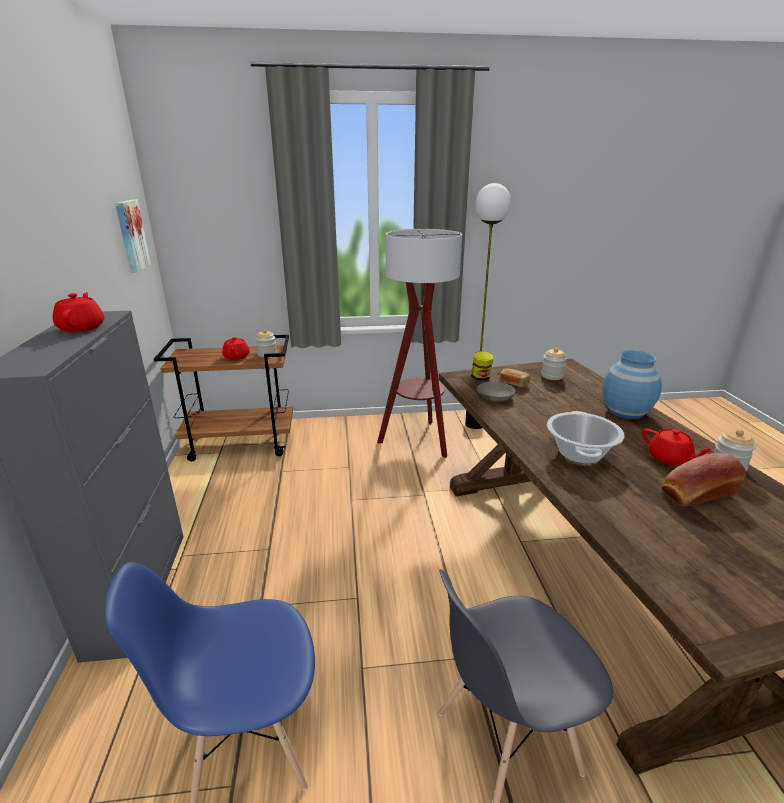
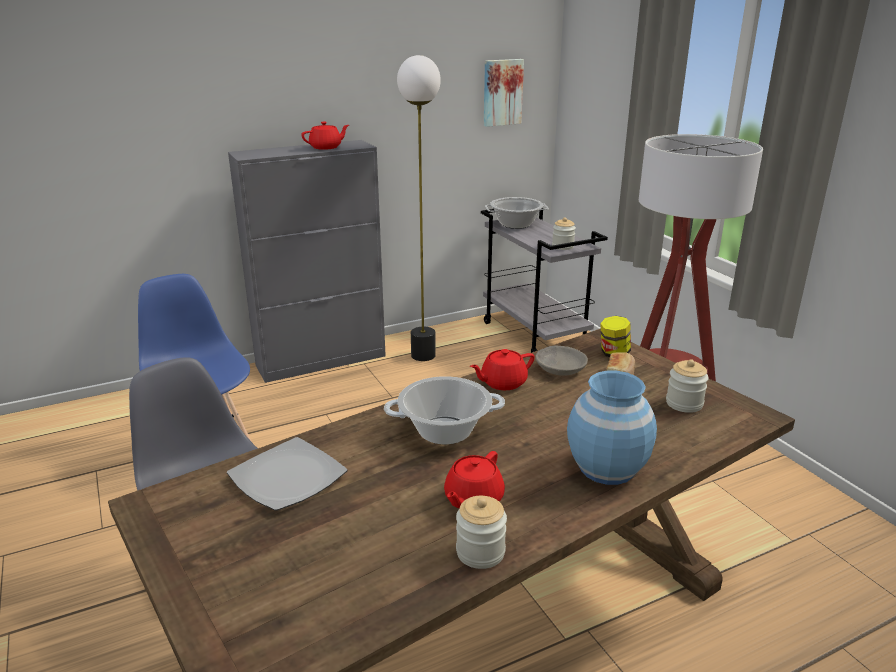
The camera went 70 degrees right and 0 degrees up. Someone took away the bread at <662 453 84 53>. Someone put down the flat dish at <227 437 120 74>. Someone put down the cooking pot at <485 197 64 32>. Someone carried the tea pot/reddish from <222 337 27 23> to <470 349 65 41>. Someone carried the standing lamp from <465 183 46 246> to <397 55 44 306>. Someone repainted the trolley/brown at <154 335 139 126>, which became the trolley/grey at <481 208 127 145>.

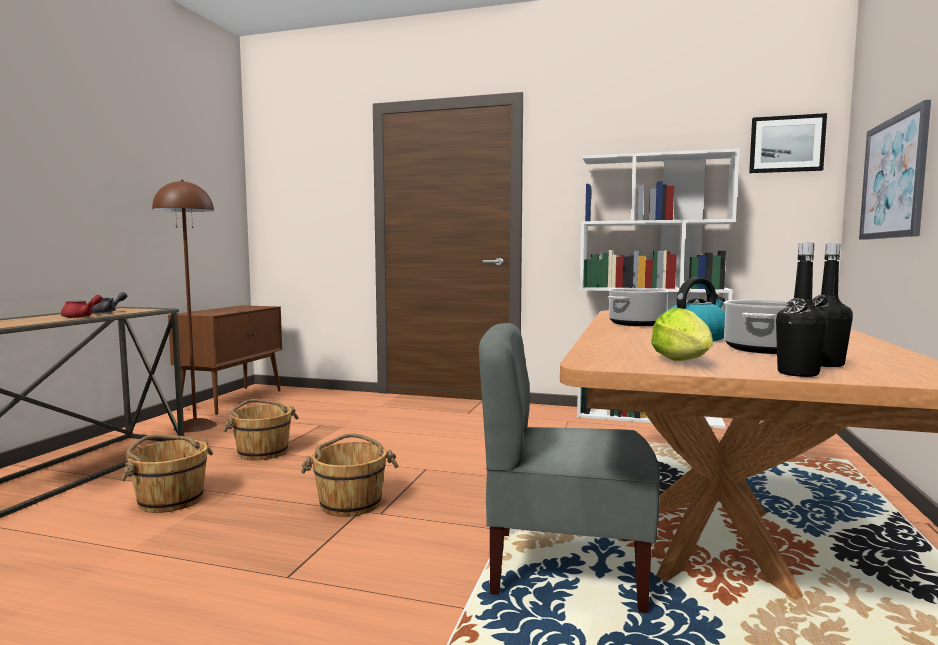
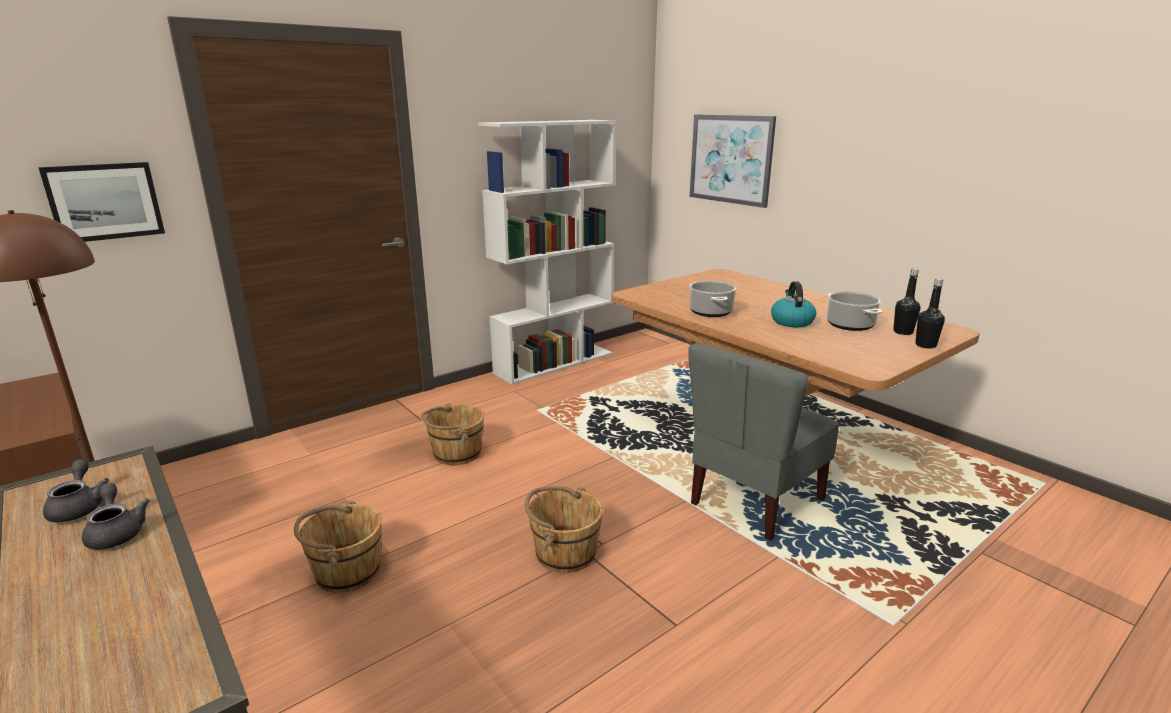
The camera went 55 degrees left and 15 degrees up. Someone took away the lettuce at <651 307 62 54>. Someone carried the pail/brown from <120 435 93 78> to <421 404 63 61>. Someone carried the wall picture from <749 113 78 60> to <38 162 127 80>. Someone repainted the tea pot/reddish at <61 295 42 23>, which became the tea pot/grey at <82 483 68 67>.

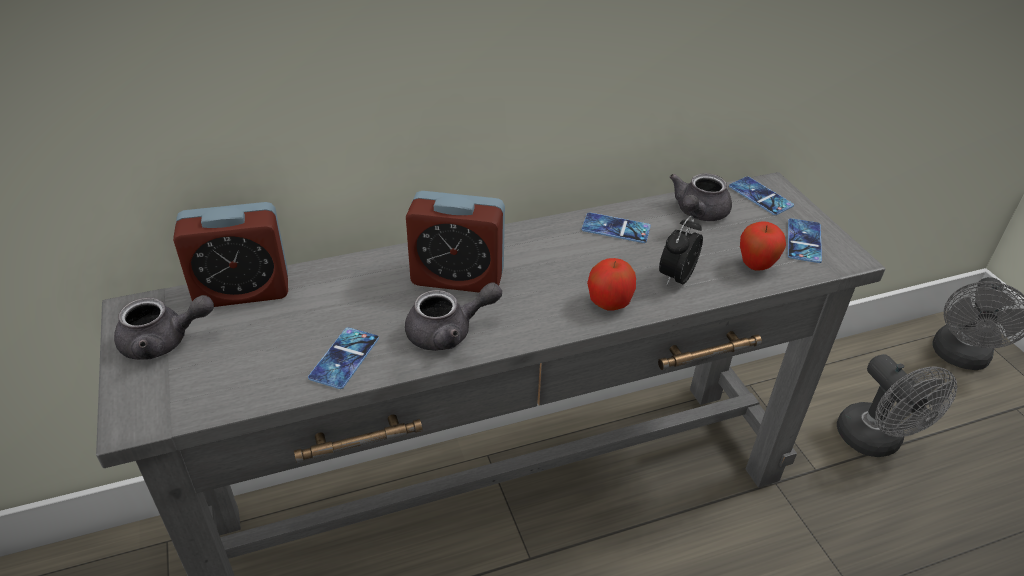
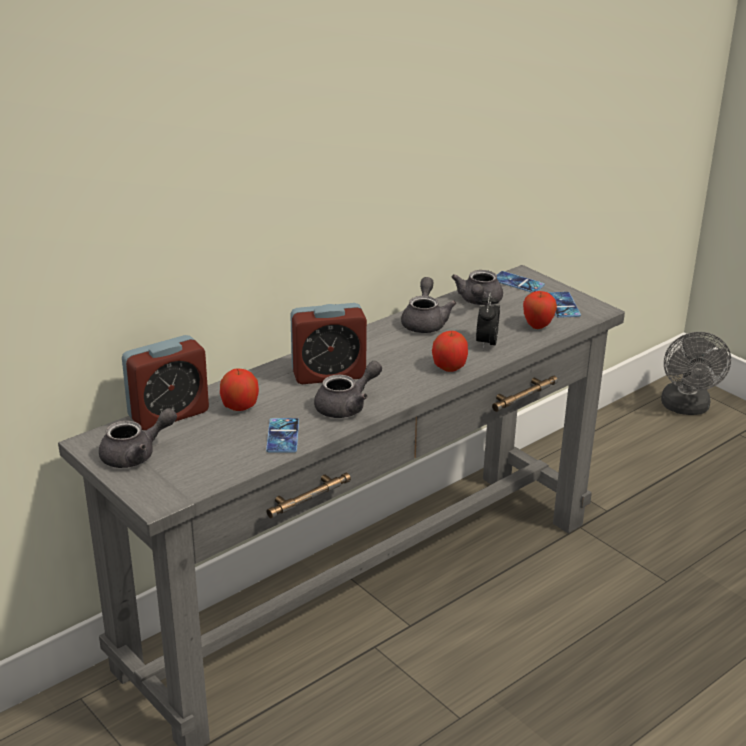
The camera went 20 degrees left and 10 degrees down. Someone took away the electric fan/grey at <837 354 120 103>. Someone put down the whole apple at <220 369 39 42>. Someone swapped the phone at <582 212 69 31> for the tea pot/grey at <401 277 55 56>.

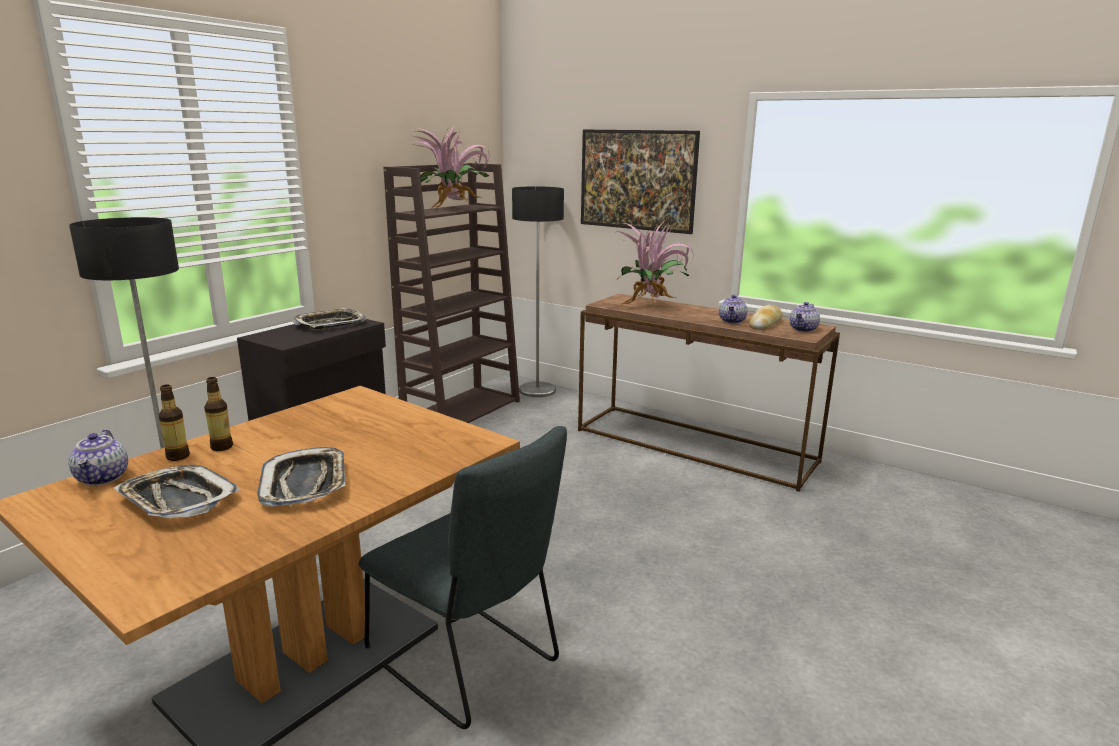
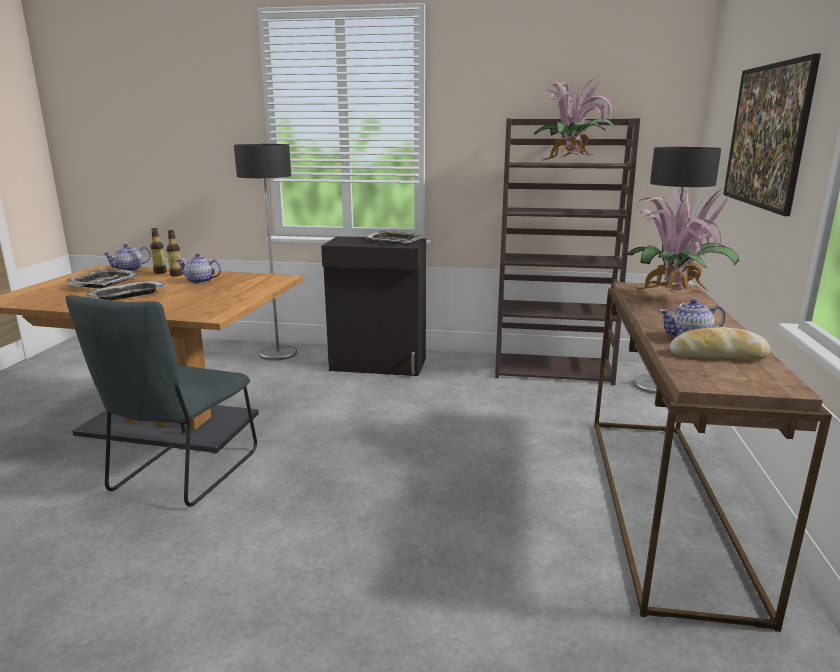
The camera went 65 degrees right and 0 degrees up. Someone carried the tea pot from <790 302 30 30> to <176 253 46 31>.

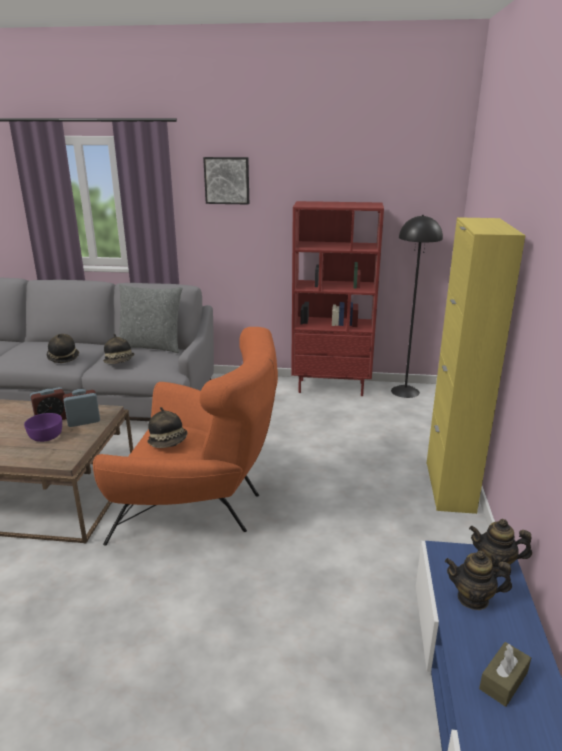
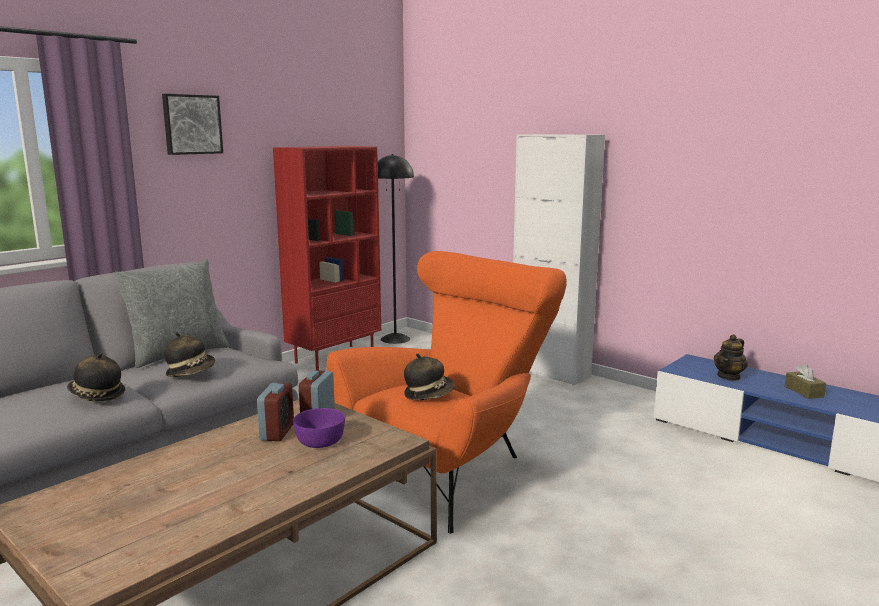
The camera went 55 degrees left and 10 degrees down. Someone took away the tea pot at <469 519 63 55>. Someone repainted the storage cabinet/yellow at <427 217 99 297>, which became the storage cabinet/white-coloured at <513 134 92 252>.

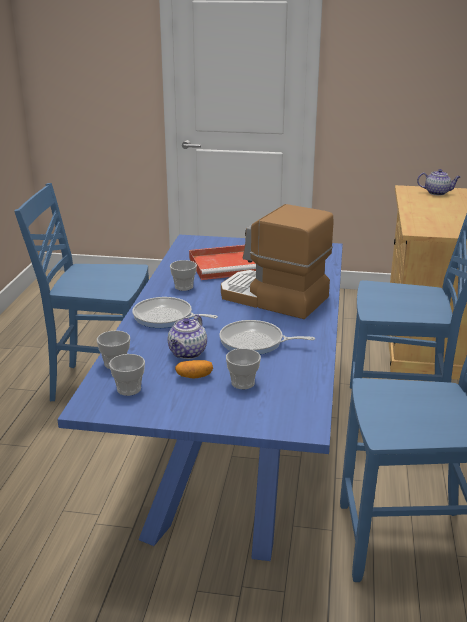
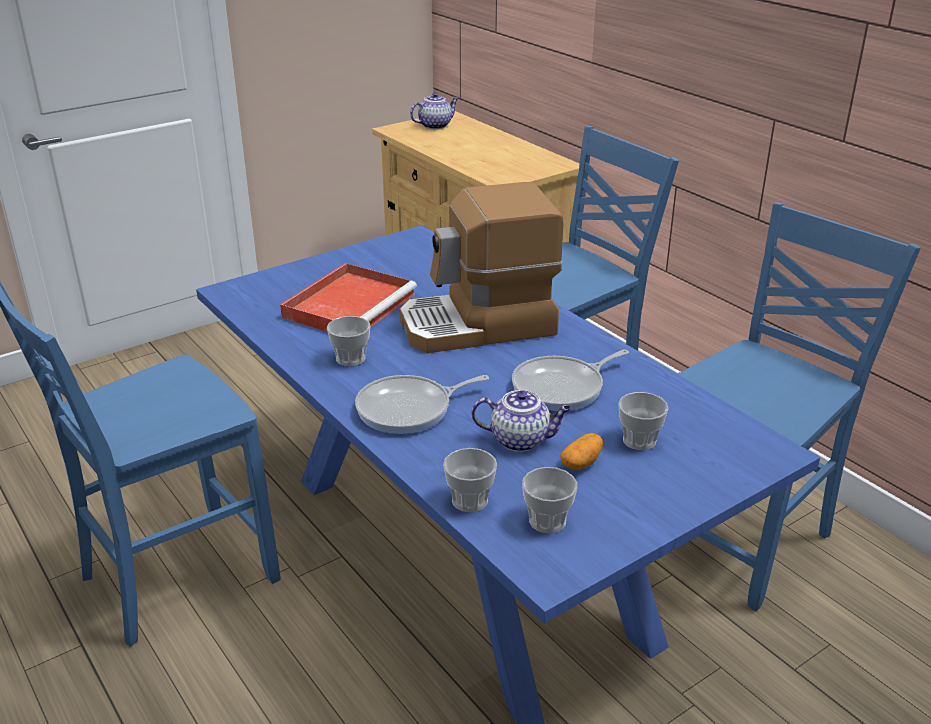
The camera went 45 degrees left and 5 degrees up. Someone rotated the tea pot at <167 314 40 45> by 60 degrees counterclockwise.

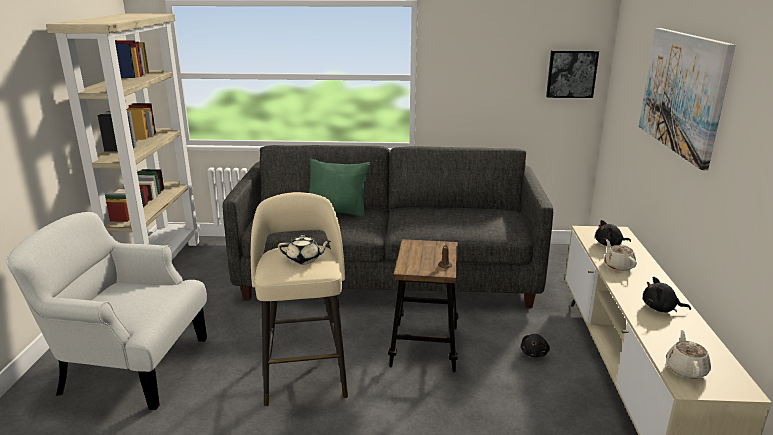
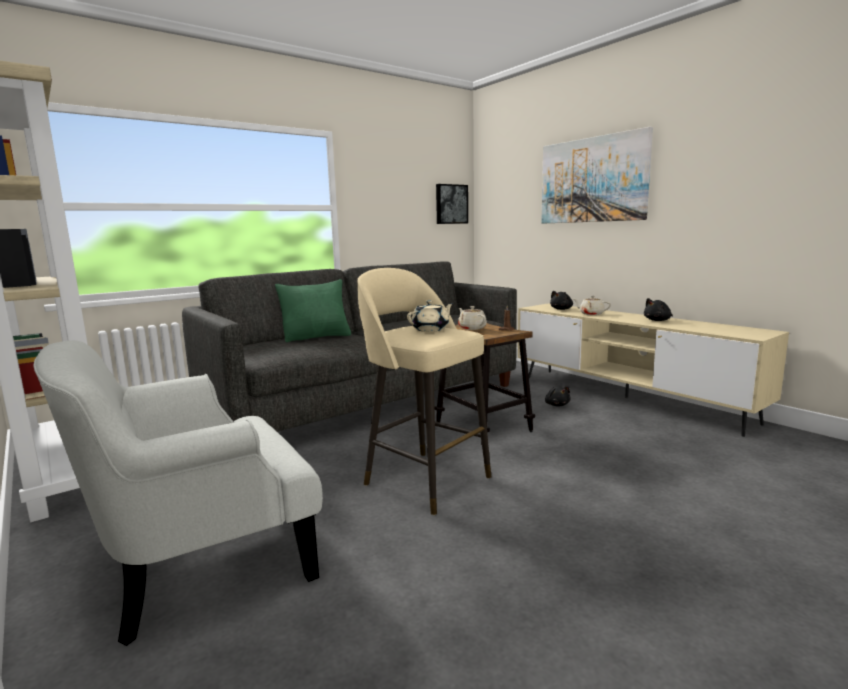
The camera went 40 degrees left and 10 degrees down. Someone carried the tea pot/beige-coloured from <666 330 45 49> to <458 306 29 24>.

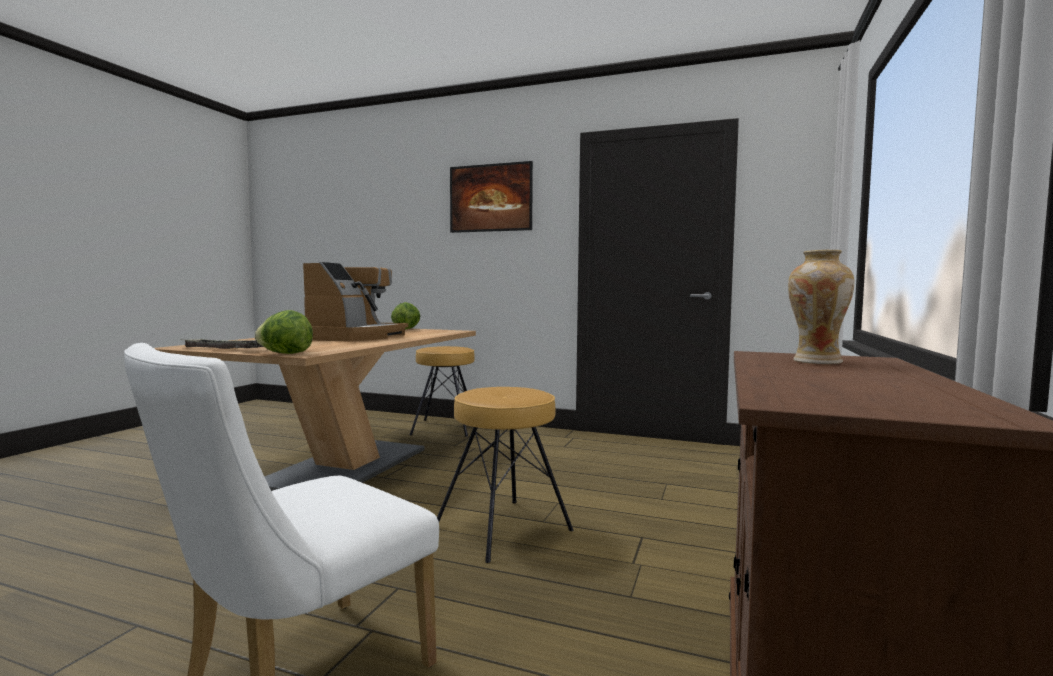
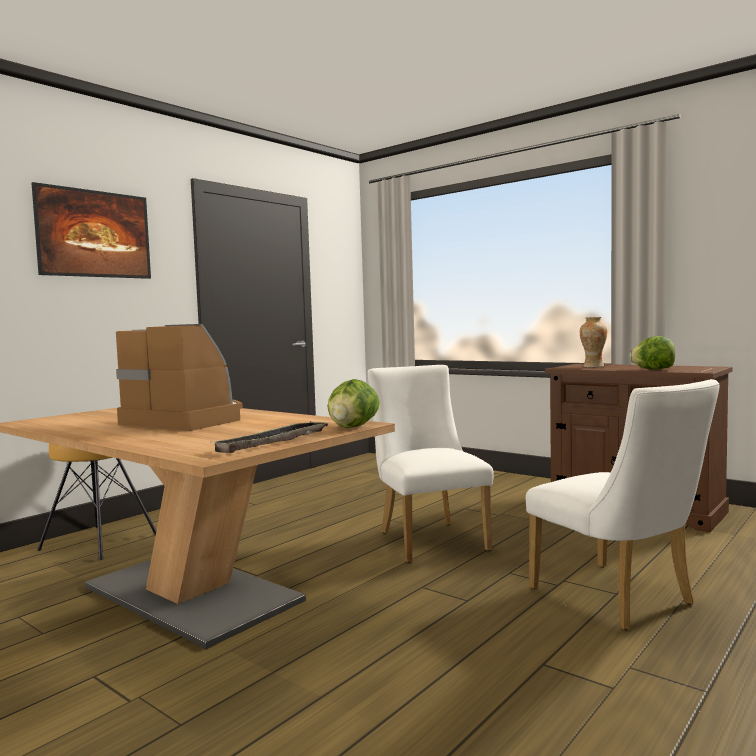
The camera went 70 degrees left and 0 degrees up. Someone carried the lettuce from <391 302 29 27> to <630 336 45 34>. Someone swapped the sitting stool/brown at <437 387 137 176> for the chair/white-coloured at <368 365 126 198>.

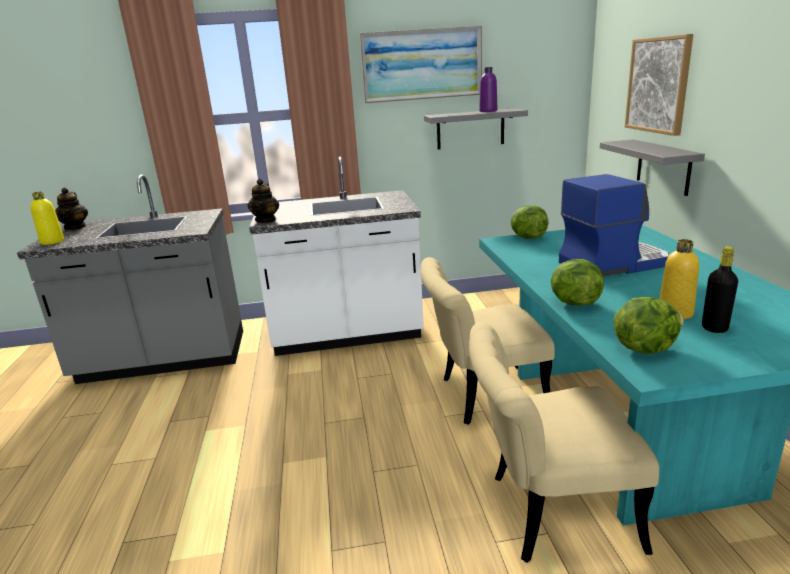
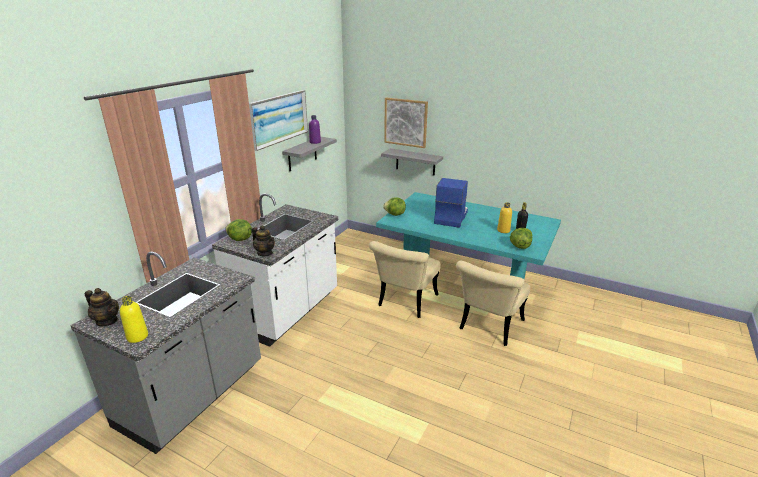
The camera went 55 degrees left and 5 degrees up. Someone carried the lettuce from <551 259 53 46> to <225 219 27 22>.

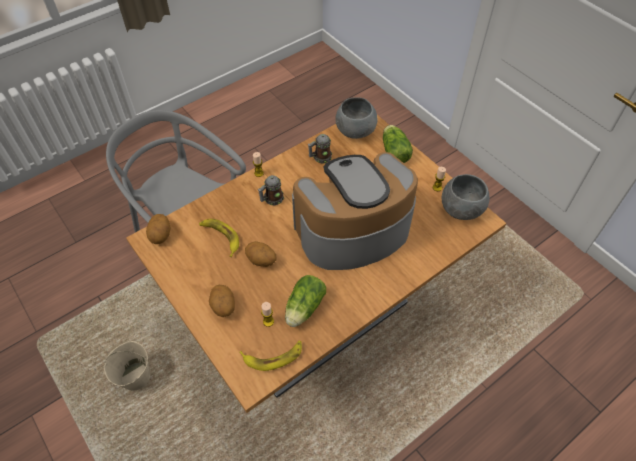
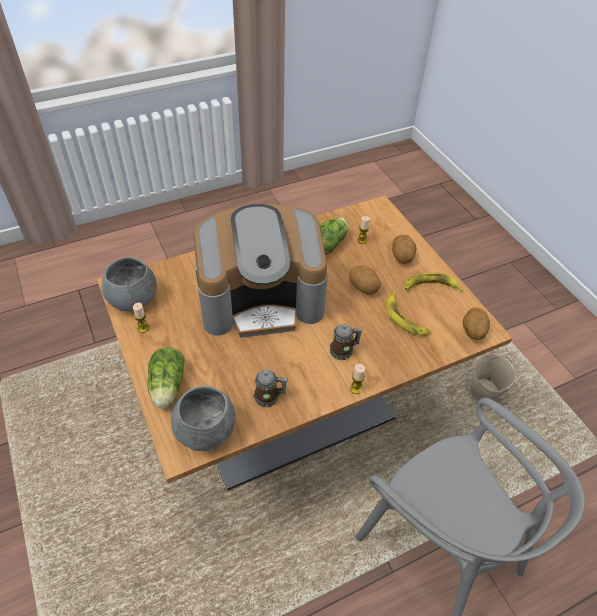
The camera went 170 degrees left and 5 degrees down. Someone carried the whole banana from <239 341 63 30> to <405 272 58 19>.

